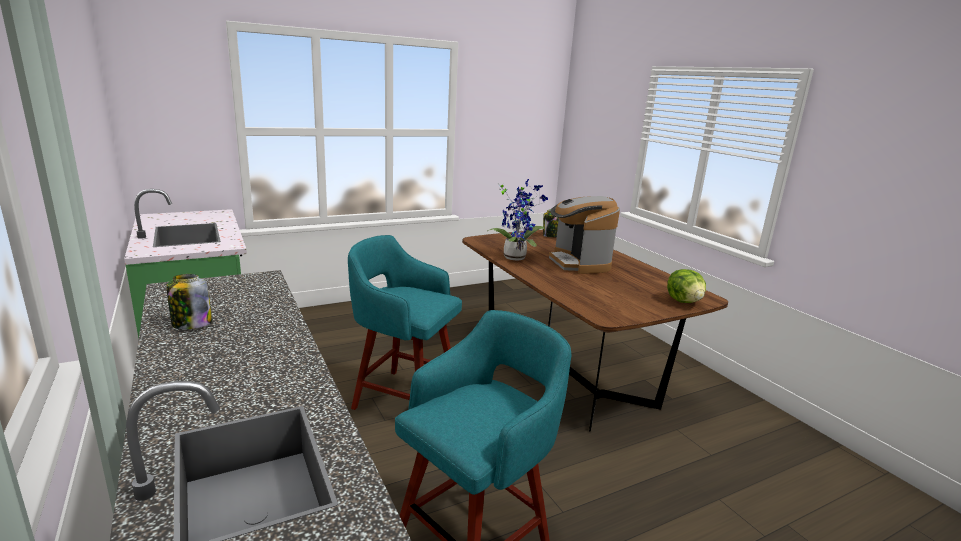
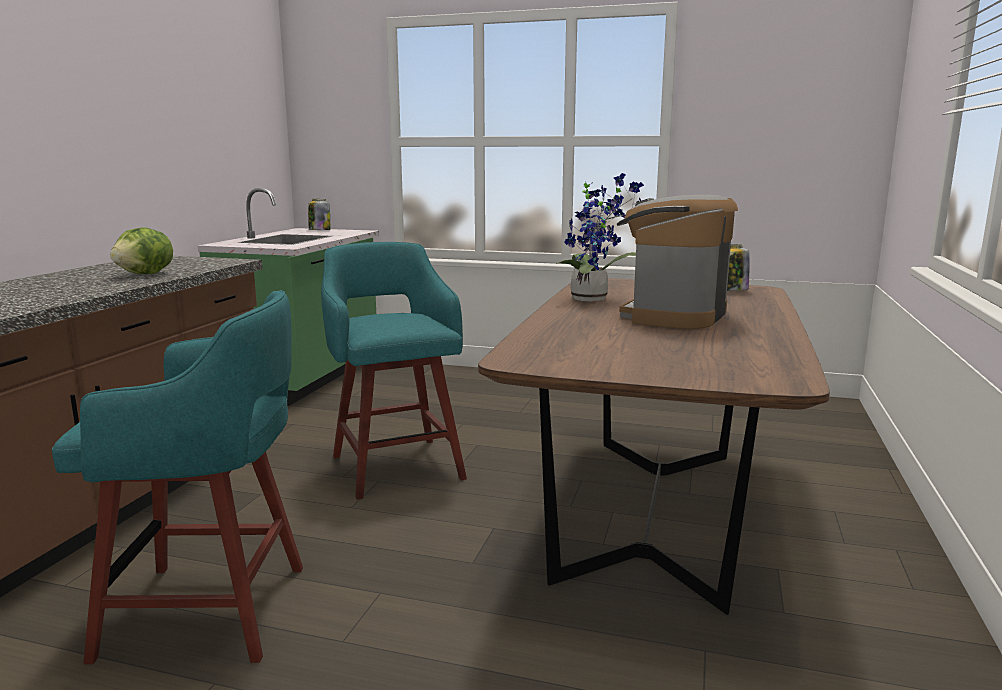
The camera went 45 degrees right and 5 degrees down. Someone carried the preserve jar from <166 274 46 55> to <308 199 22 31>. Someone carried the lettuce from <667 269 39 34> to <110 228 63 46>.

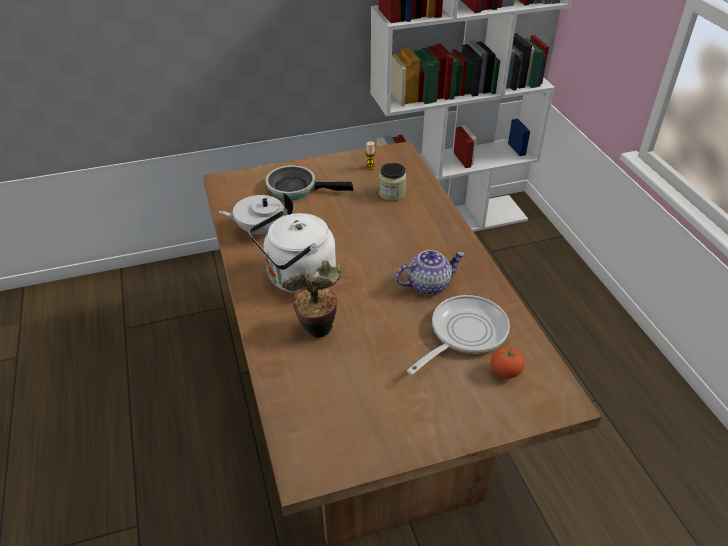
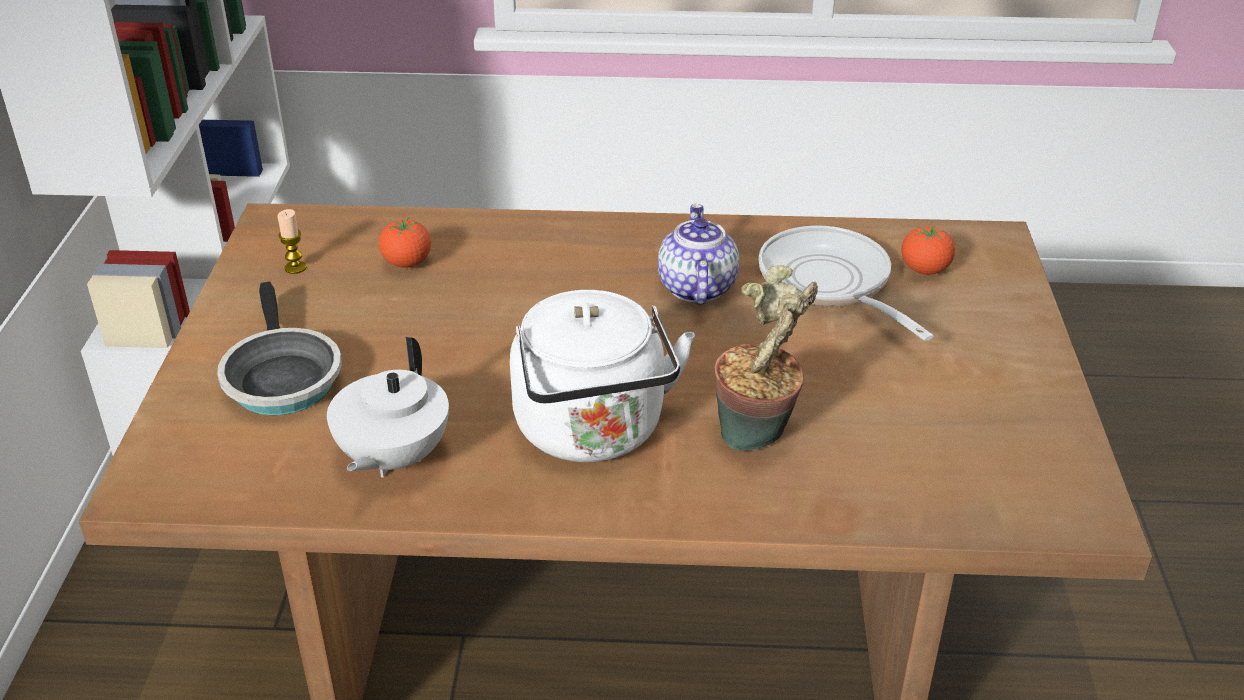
The camera went 70 degrees left and 5 degrees down. Someone swapped the preserve jar at <379 163 28 38> for the whole tomato at <379 217 52 51>. Someone rotated the frying pan at <266 165 87 35> by 45 degrees counterclockwise.

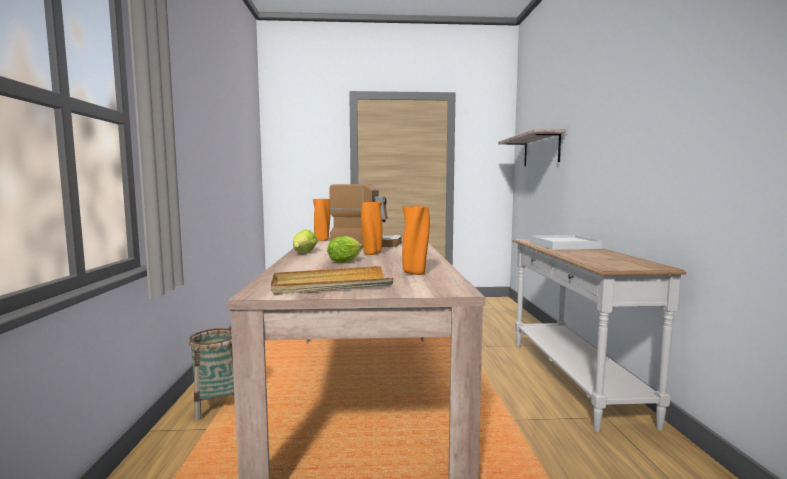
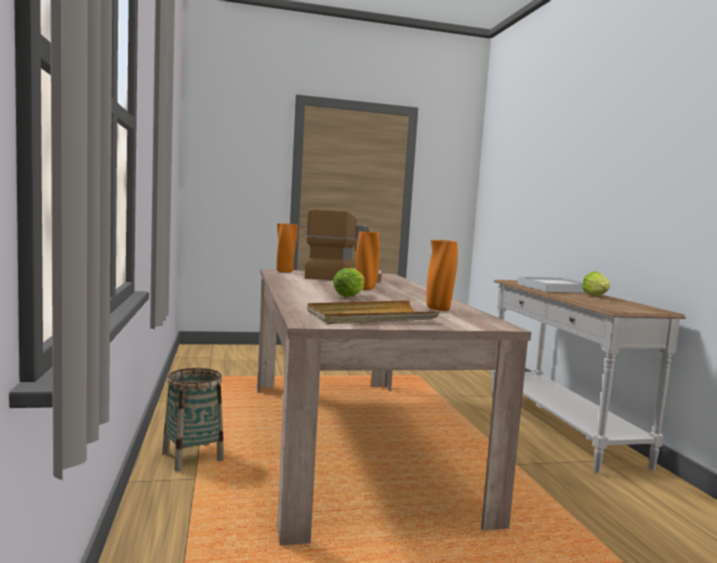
The camera went 10 degrees left and 0 degrees up. Someone took away the shelf at <498 129 68 37>. Someone carried the lettuce from <293 229 25 24> to <582 272 28 24>.

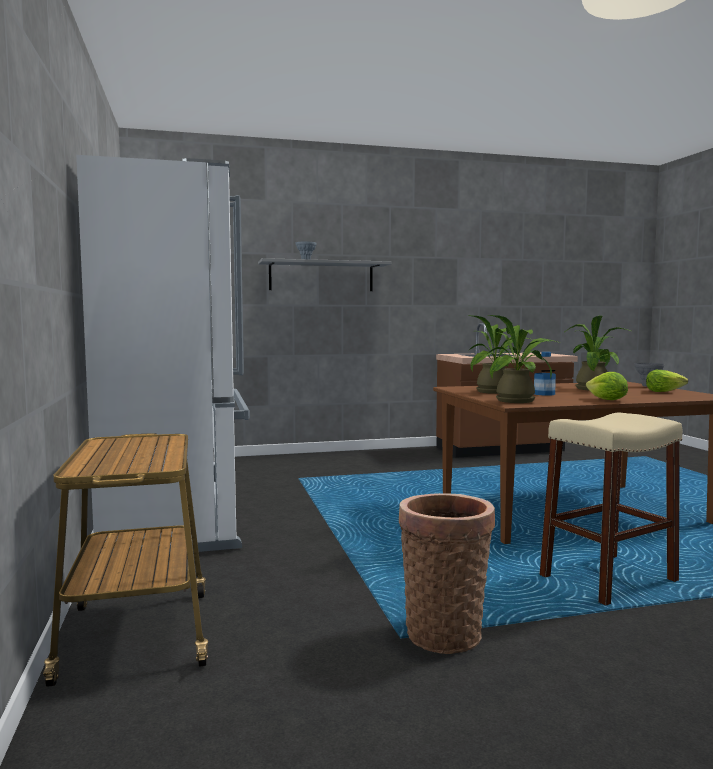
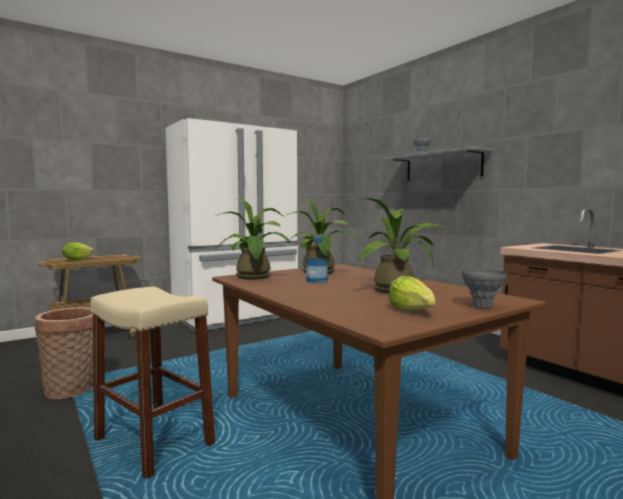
The camera went 70 degrees right and 0 degrees up. Someone carried the lettuce from <586 372 42 28> to <62 242 32 18>.

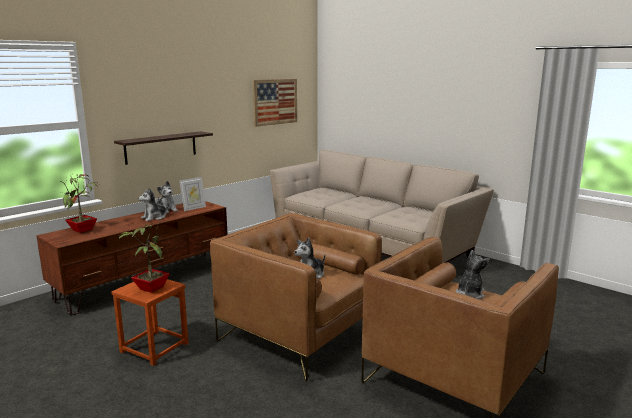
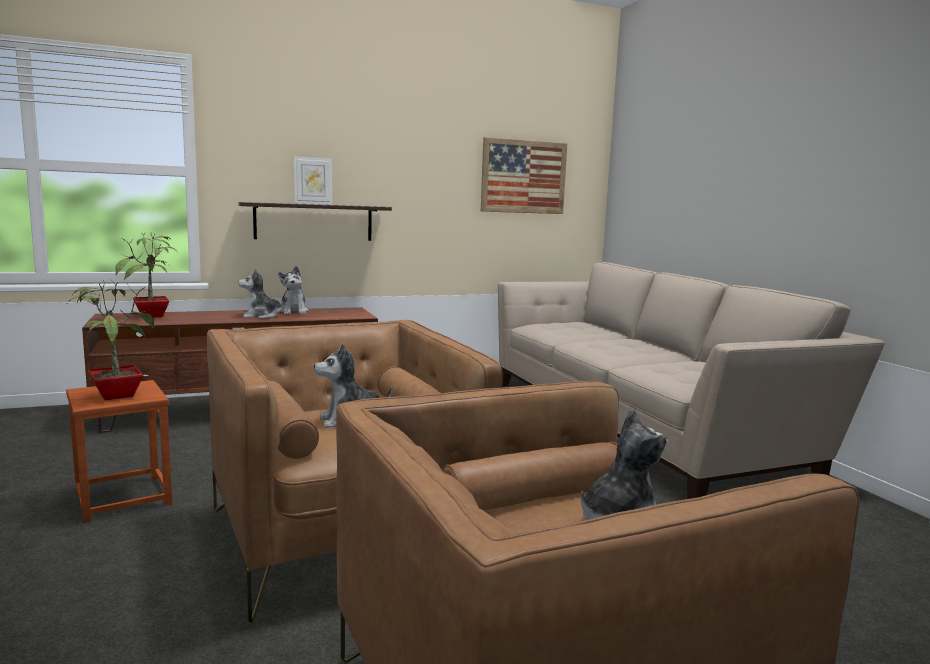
The camera went 25 degrees right and 5 degrees down. Someone carried the photo frame from <179 177 27 34> to <294 156 39 49>.

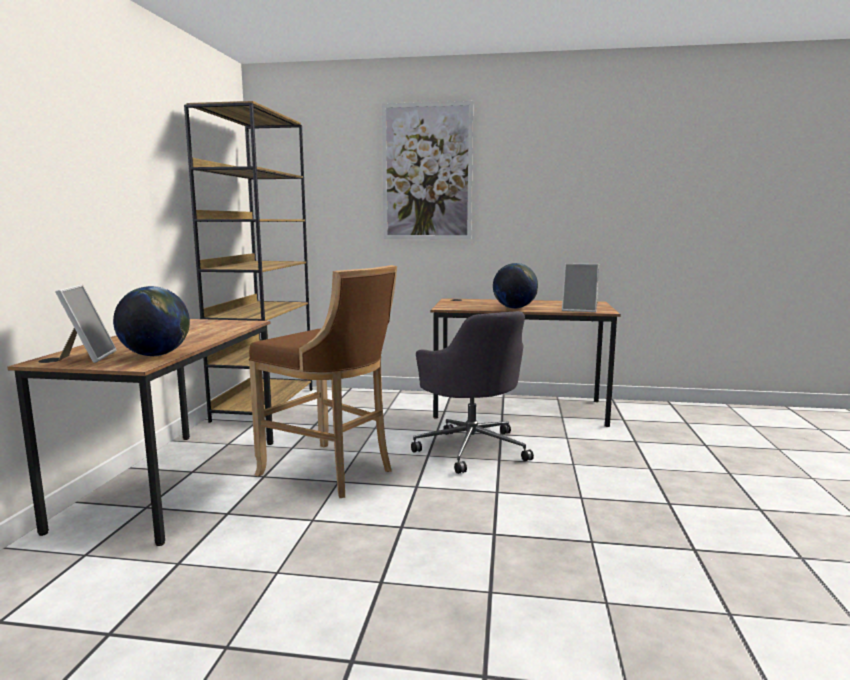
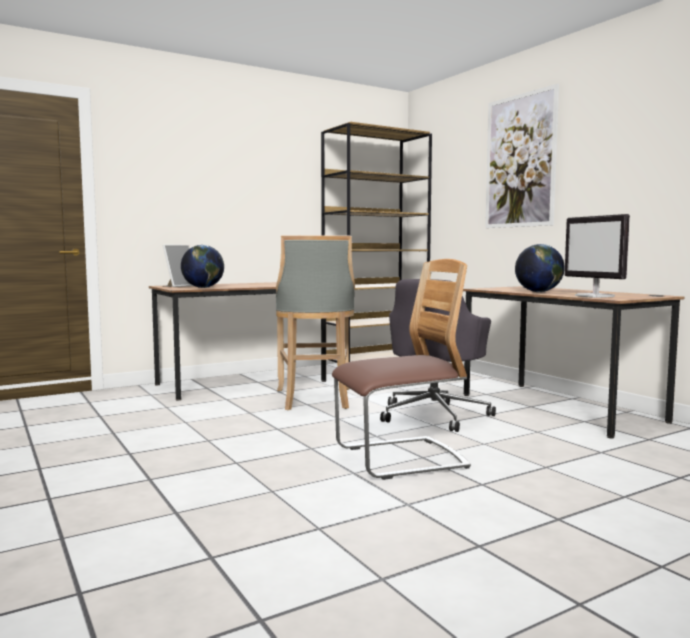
The camera went 50 degrees right and 5 degrees down. Someone put down the chair at <332 259 139 221>. Someone swapped the photo frame at <562 263 37 49> for the computer screen at <565 214 65 84>. Someone repainted the sitting stool/brown at <249 265 148 233>, which became the sitting stool/grey at <276 235 79 175>.

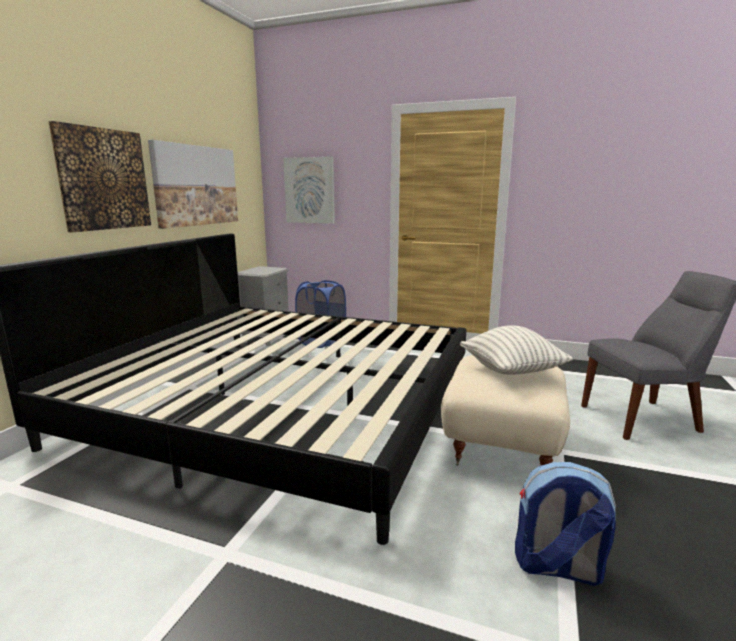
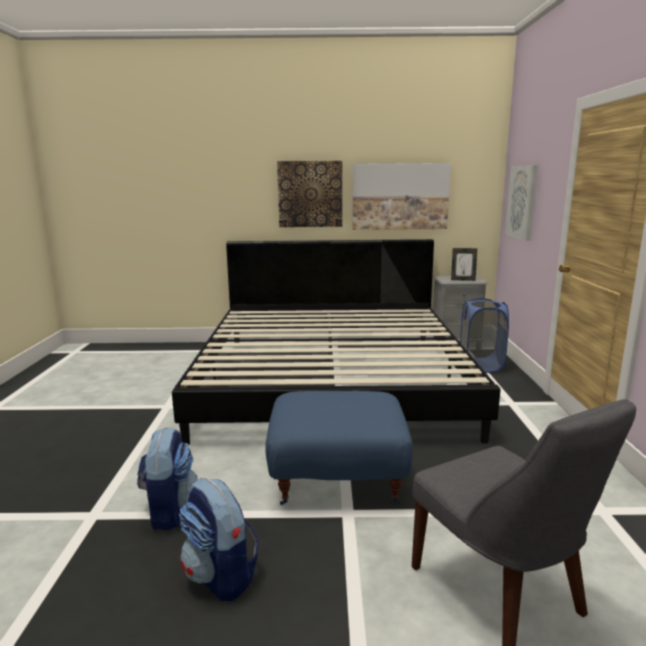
The camera went 70 degrees right and 0 degrees up. Someone took away the pillow at <460 325 113 50>. Someone put down the rucksack at <179 478 80 123>. Someone put down the photo frame at <451 248 26 33>. Someone repainted the footrest/beige-coloured at <441 355 129 111>, which became the footrest/blue at <265 391 148 114>.

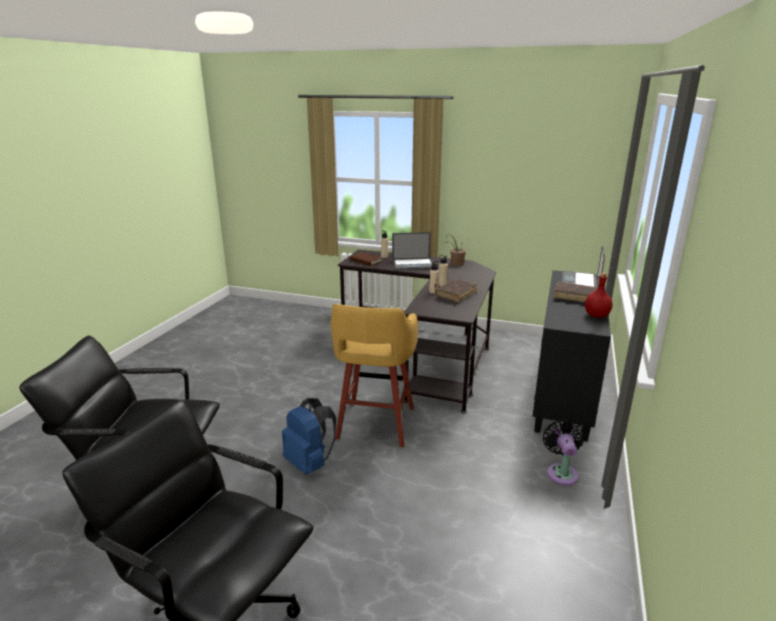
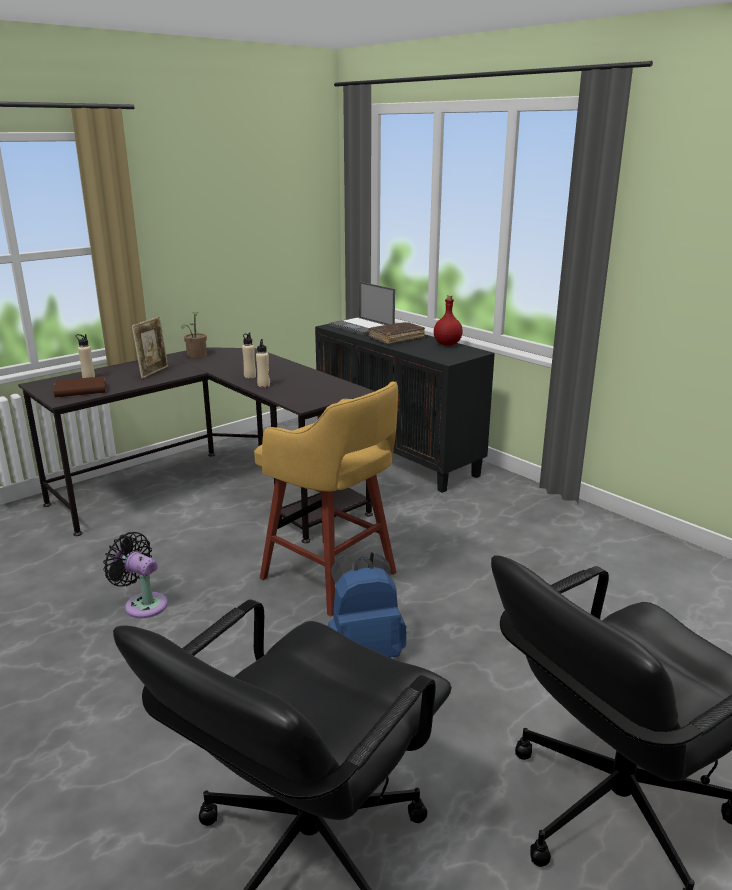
The camera went 60 degrees left and 0 degrees up. Someone took away the volume/brown at <435 280 42 22>. Someone carried the electric fan/black-coloured from <543 419 42 66> to <103 532 65 86>. Someone swapped the laptop at <392 232 40 38> for the photo frame at <132 317 36 62>.

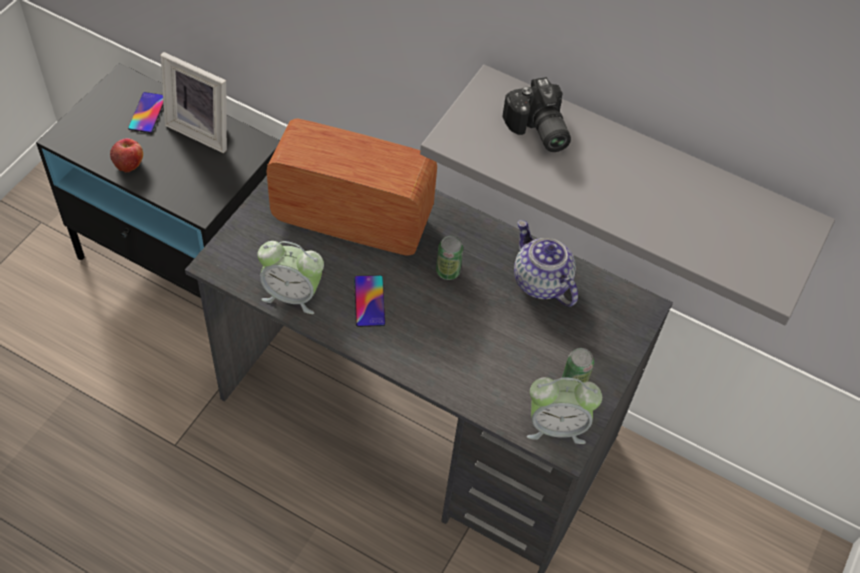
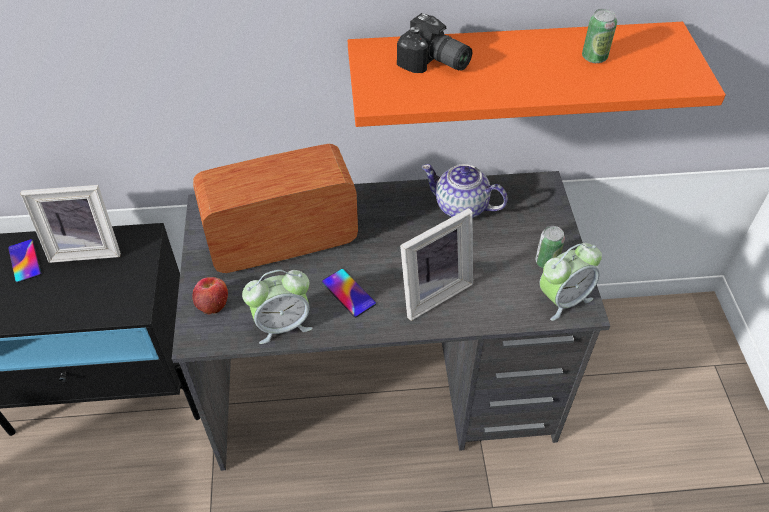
The camera went 30 degrees left and 5 degrees down. Someone put down the photo frame at <400 208 73 113>. Someone carried the whole apple from <110 138 33 35> to <192 277 36 37>. Someone carried the can from <436 236 27 44> to <582 9 35 54>. Someone repainted the shelf/grey at <420 65 415 260>, which became the shelf/orangey at <348 22 378 105>.

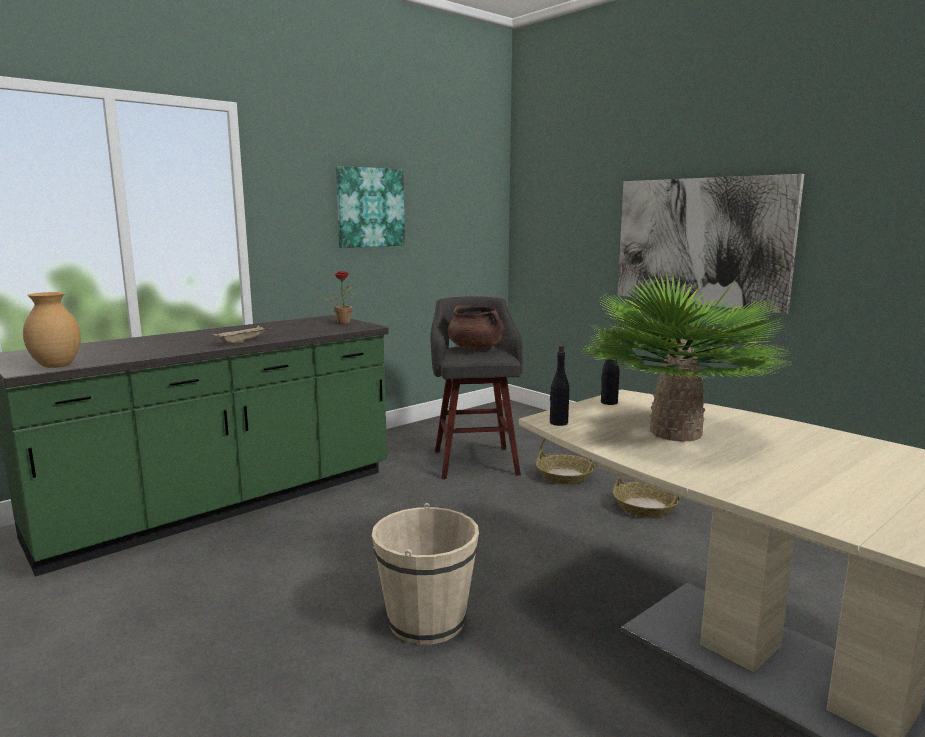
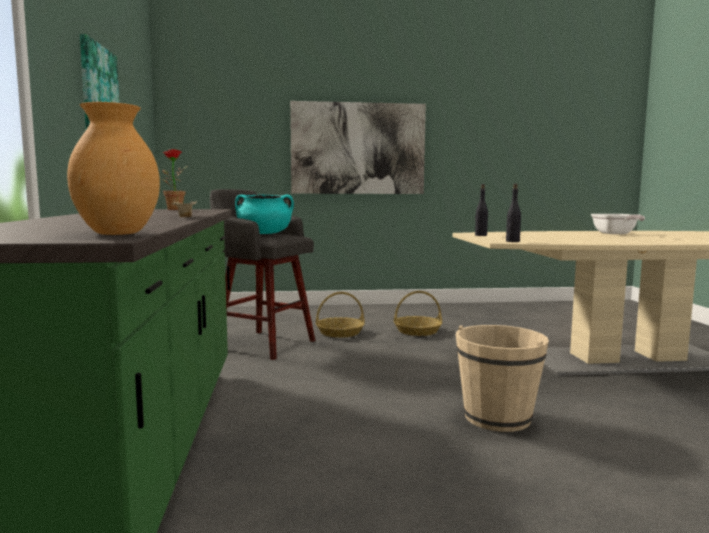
The camera went 55 degrees left and 5 degrees down. Someone took away the plant in a pot at <581 273 212 169>. Someone put down the frying pan at <591 214 54 20>. Someone repainted the cooking pot/brown at <448 306 56 44>, which became the cooking pot/blue-green at <235 194 59 40>.

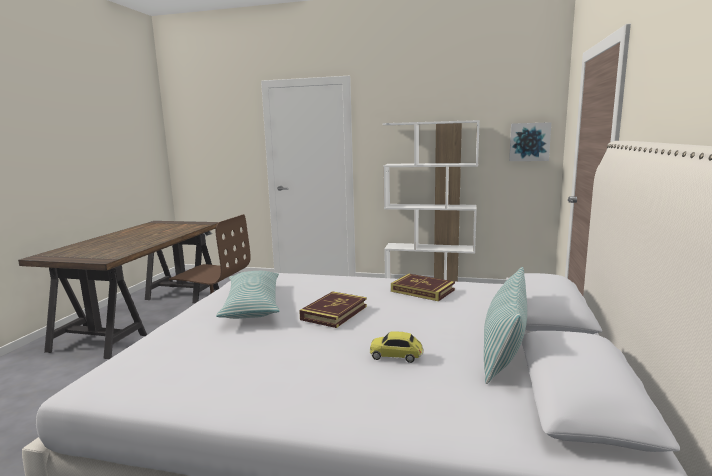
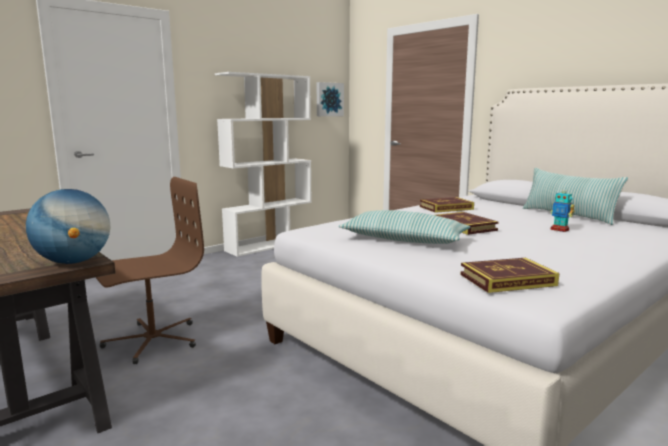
The camera went 55 degrees left and 0 degrees up. Someone put down the desk globe at <26 189 84 75>. Someone put down the volume at <460 258 99 35>. Someone swapped the miniature car at <370 331 54 32> for the model robot at <551 186 24 46>.

